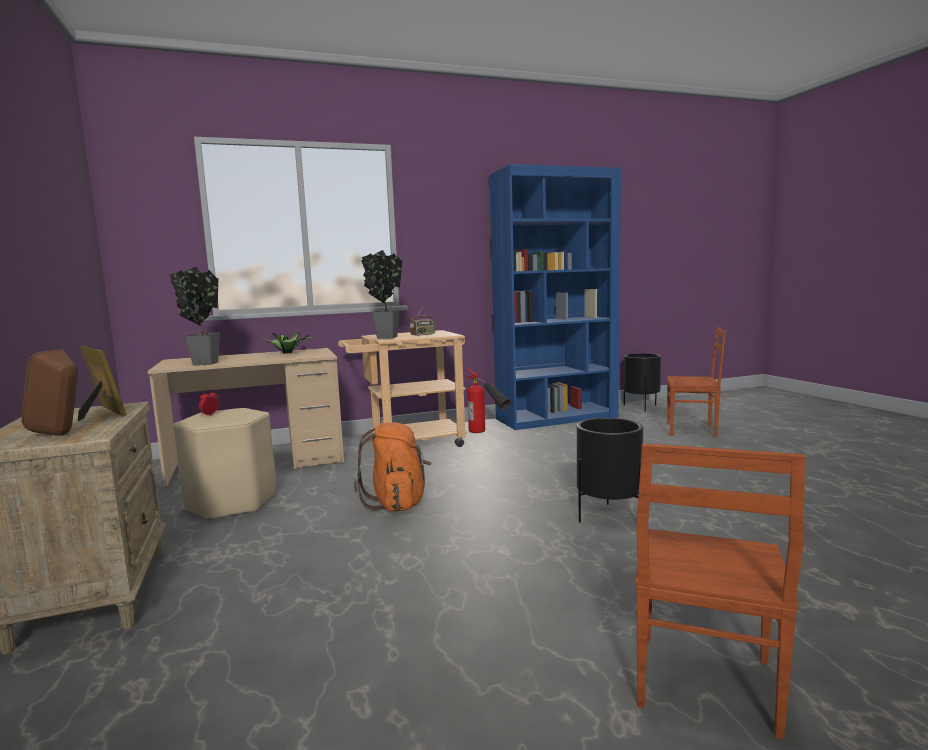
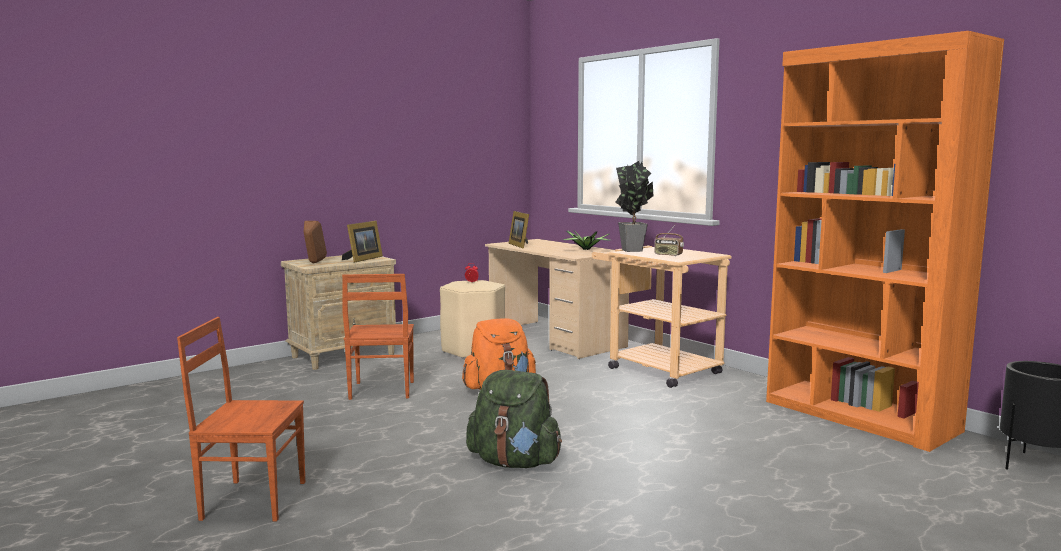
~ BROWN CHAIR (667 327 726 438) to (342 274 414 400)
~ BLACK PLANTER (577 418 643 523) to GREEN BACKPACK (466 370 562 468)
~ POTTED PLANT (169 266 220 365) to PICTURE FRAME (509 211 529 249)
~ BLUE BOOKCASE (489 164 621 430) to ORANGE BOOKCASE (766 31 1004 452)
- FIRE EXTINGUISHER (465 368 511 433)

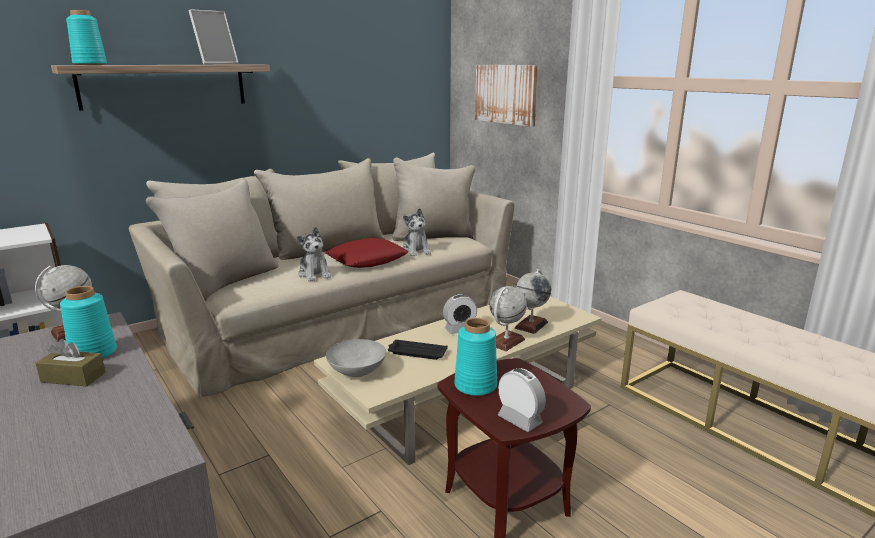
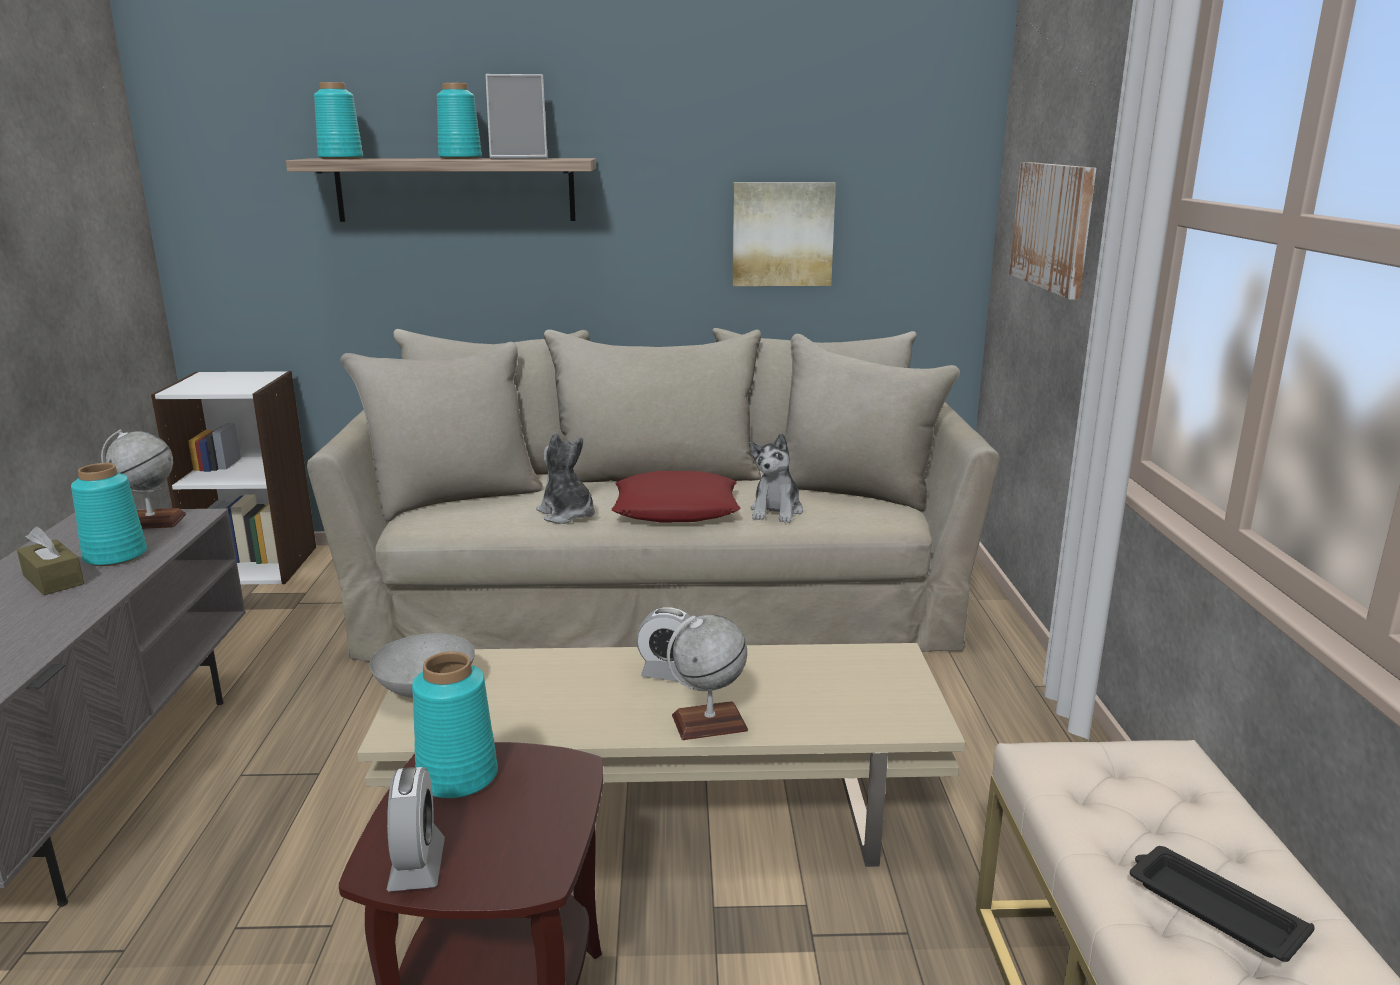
+ TURQUOISE VASE (437 83 482 159)
~ PLUSH TOY (297 227 331 282) = (536 432 595 524) 135 degrees clockwise
+ PICTURE (732 182 836 286)
~ BLACK TRAY (388 340 448 360) to (1130 846 1315 962)
- GLOBE (515 269 551 334)

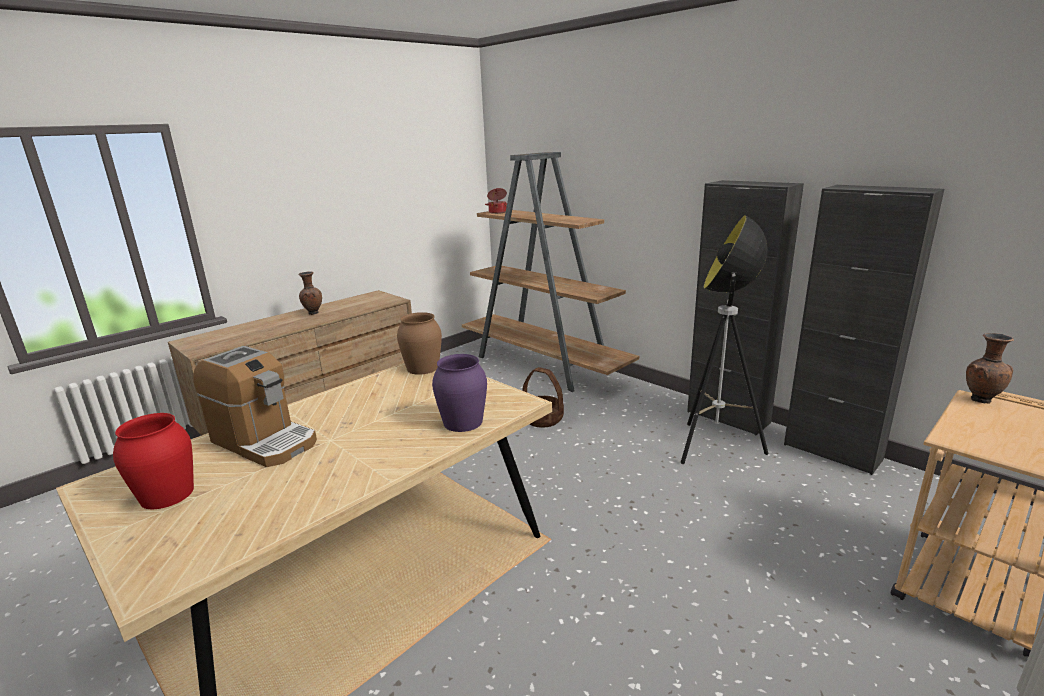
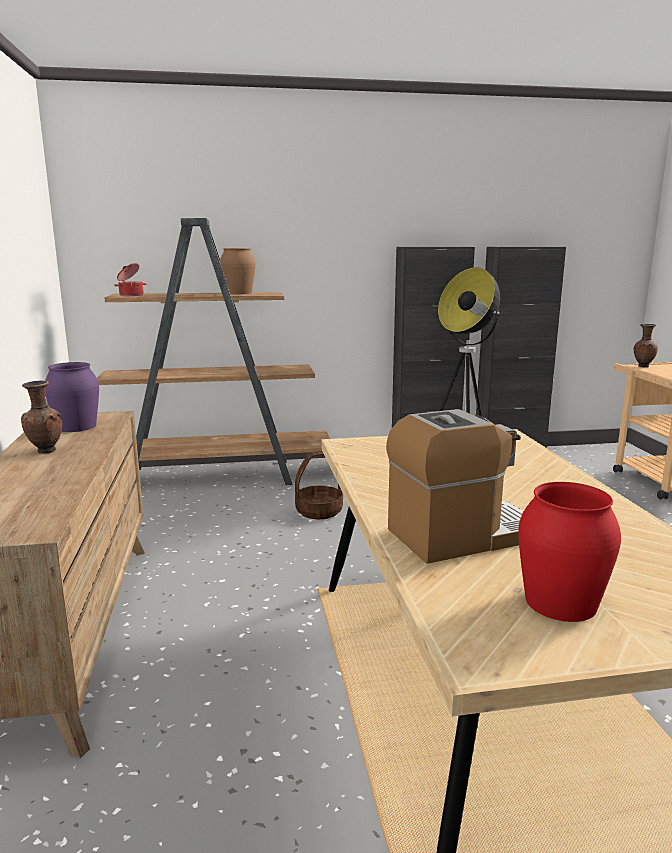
~ PURPLE VASE (432 354 487 432) to (45 362 99 432)
~ BROWN VASE (397 312 442 375) to (220 248 256 294)

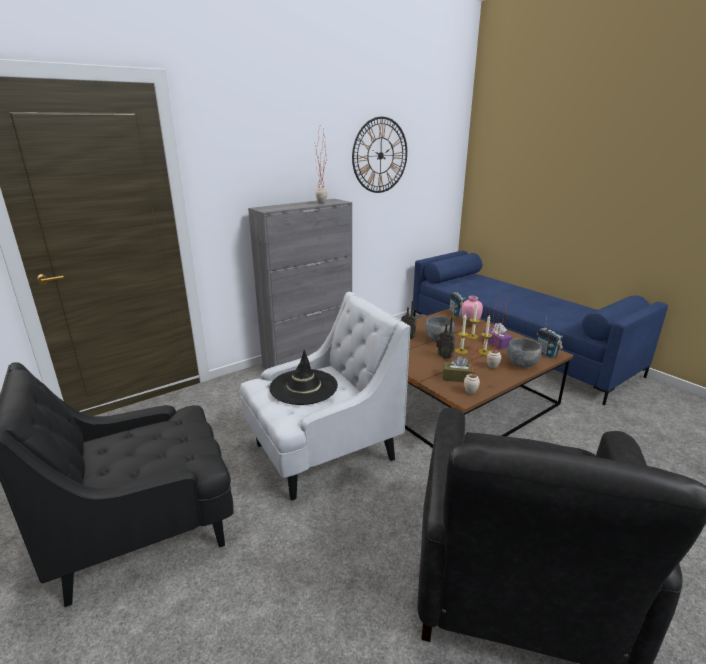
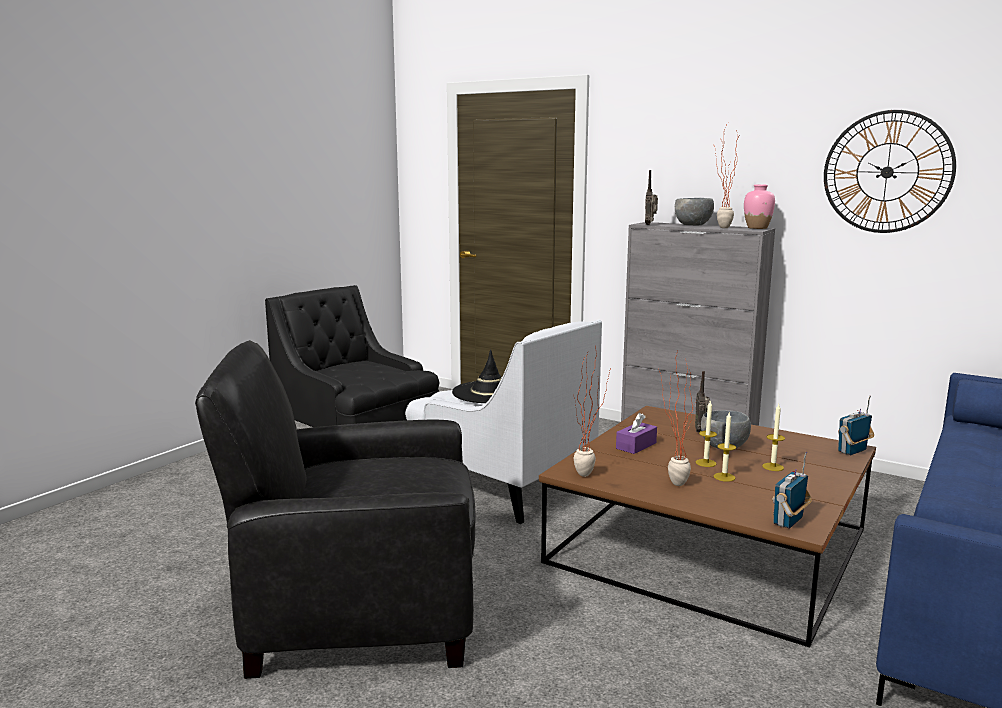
~ PURPLE TISSUE BOX (483 323 512 350) to (616 413 657 454)
~ RADIO (436 317 455 359) to (645 170 658 225)
~ GREY BOWL (507 338 542 368) to (675 198 714 225)
~ PINK VASE (461 296 483 327) to (744 184 775 229)
- BROWN TISSUE BOX (443 356 475 382)

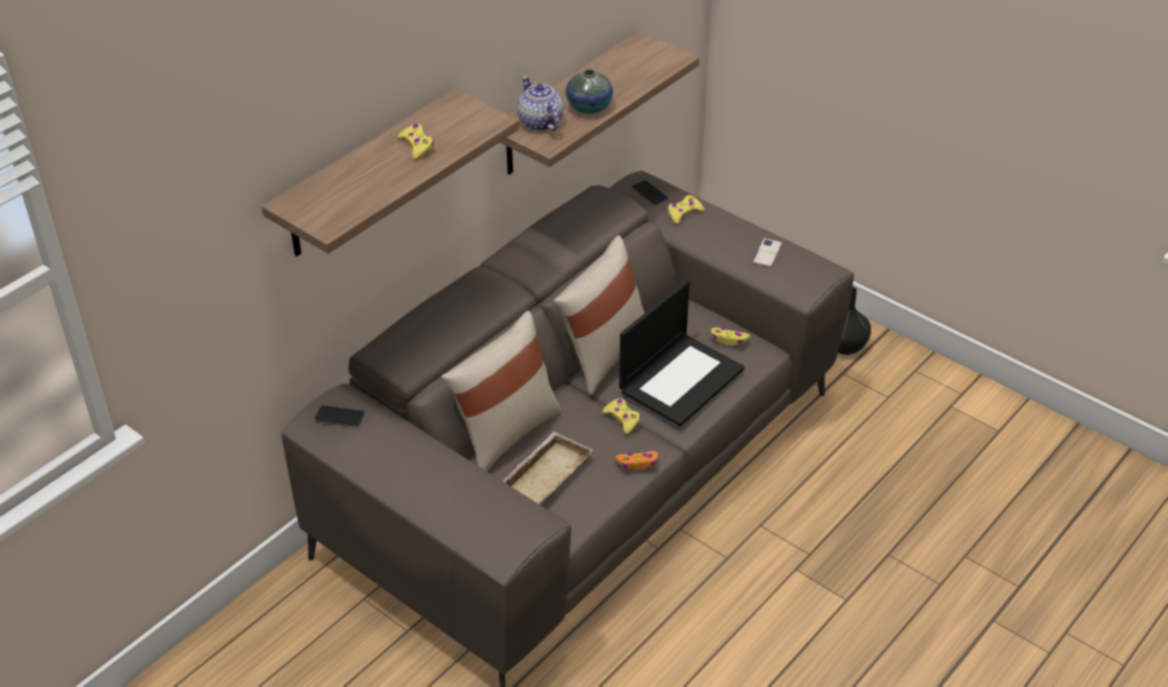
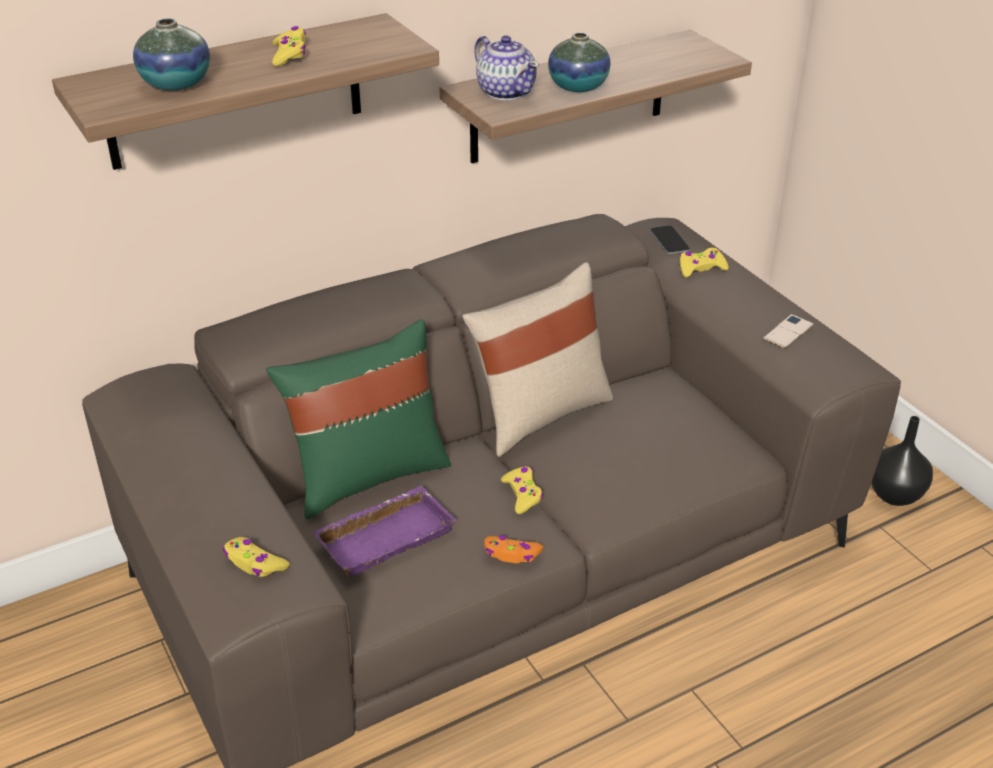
+ VASE (133 18 210 91)
~ YELLOW GAME CONTROLLER (711 327 750 345) to (223 537 290 577)
~ BEIGE PILLOW (441 311 561 471) to GREEN PILLOW (266 319 451 519)
~ BEIGE TRAY (503 431 593 506) to PURPLE TRAY (312 486 457 577)
~ TEAPOT (517 76 563 131) = (474 35 539 101) 150 degrees clockwise
- PHONE (315 405 365 427)
- LAPTOP (619 280 745 426)

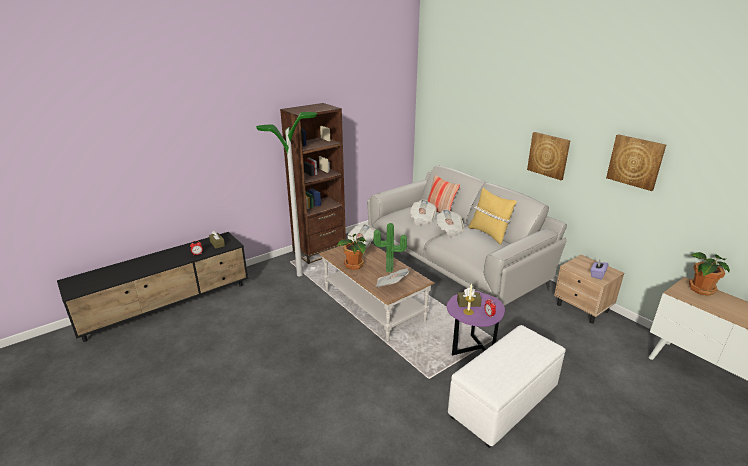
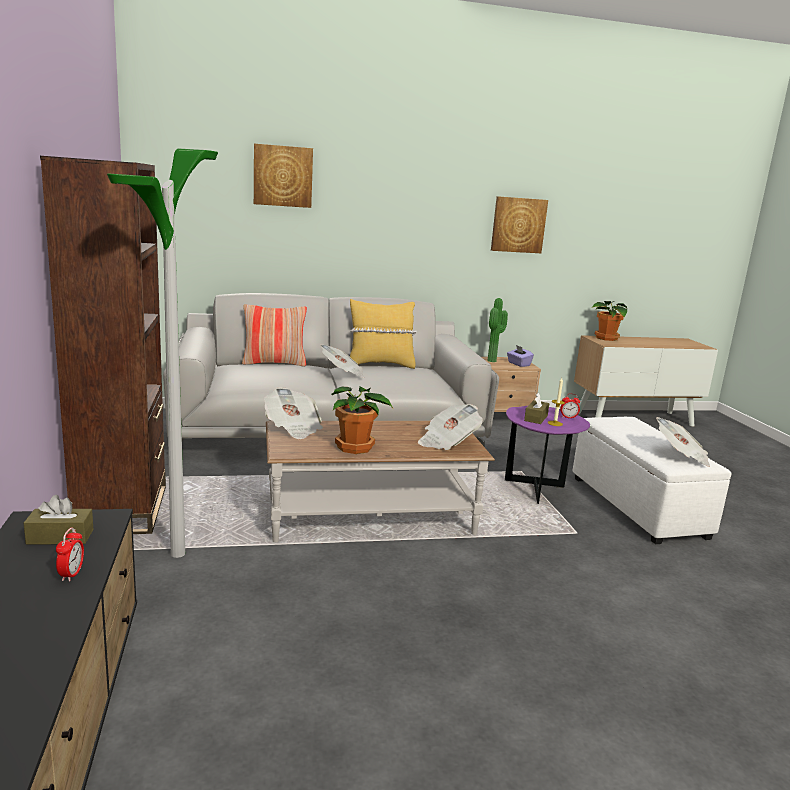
~ PICTURE (527 132 571 180) to (254 144 313 208)
~ POTTED PLANT (374 223 407 273) to (487 298 508 362)
~ NEWSPAPER (410 200 437 225) to (656 417 710 467)

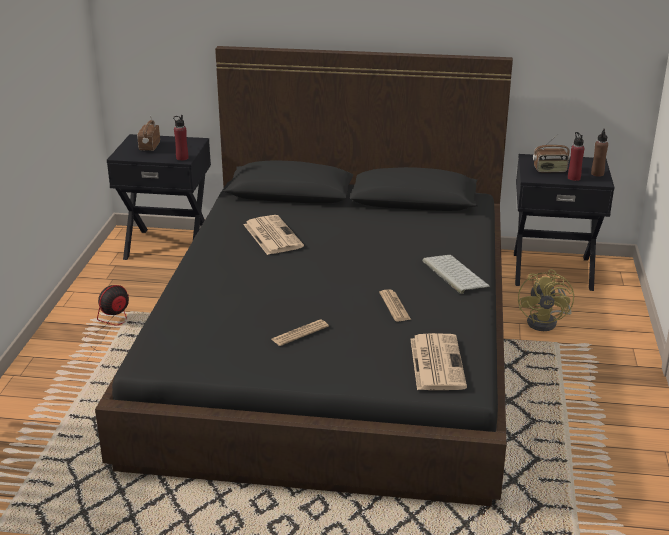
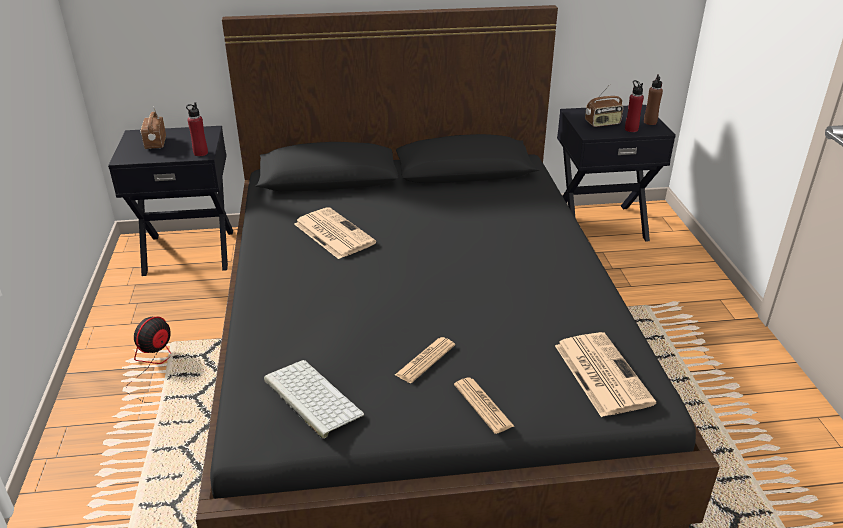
~ KEYBOARD (423 255 490 294) to (264 360 364 439)
~ NEWSPAPER (379 289 411 322) to (454 378 514 434)
- YELLOW FAN (518 269 574 331)

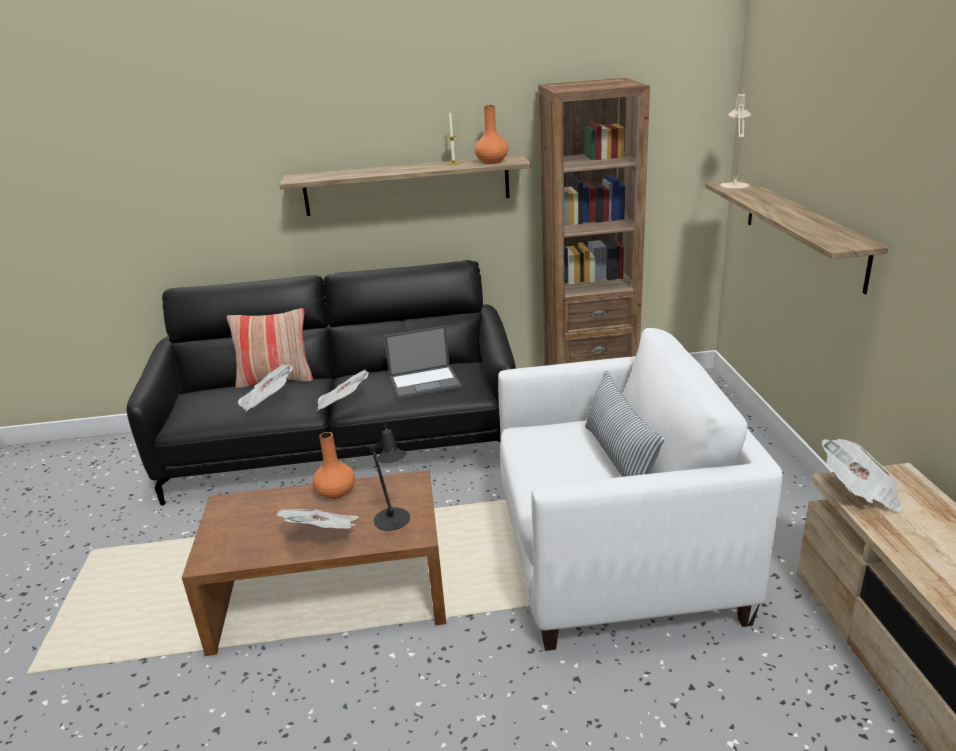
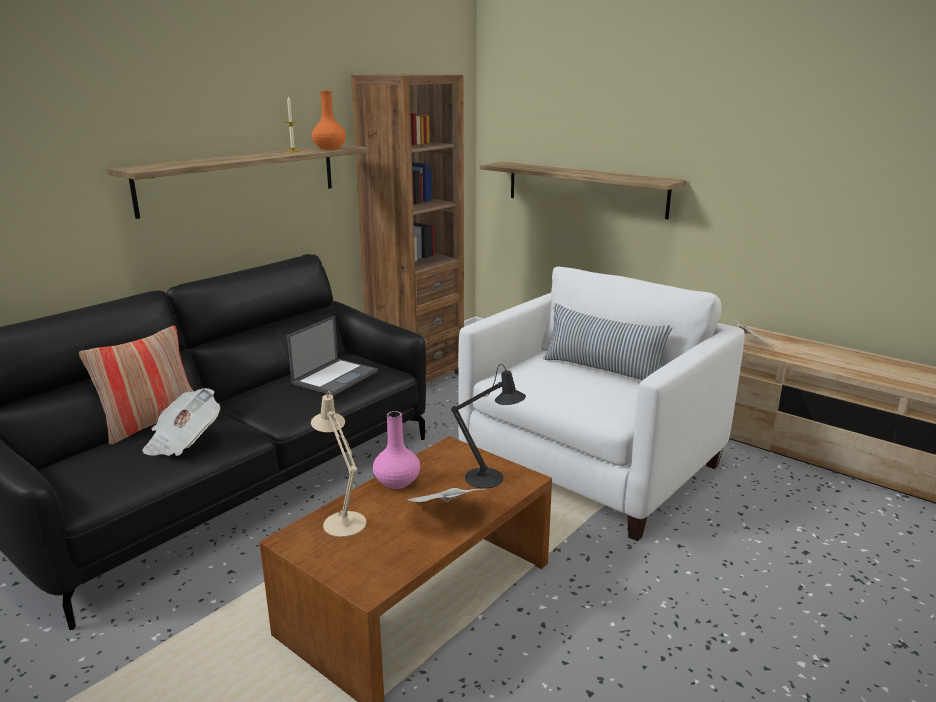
~ BEIGE TABLE LAMP (720 89 751 189) to (311 391 366 537)
~ ORANGE VASE (313 432 355 499) to PINK VASE (373 411 420 489)
- NEWSPAPER (317 369 369 411)

